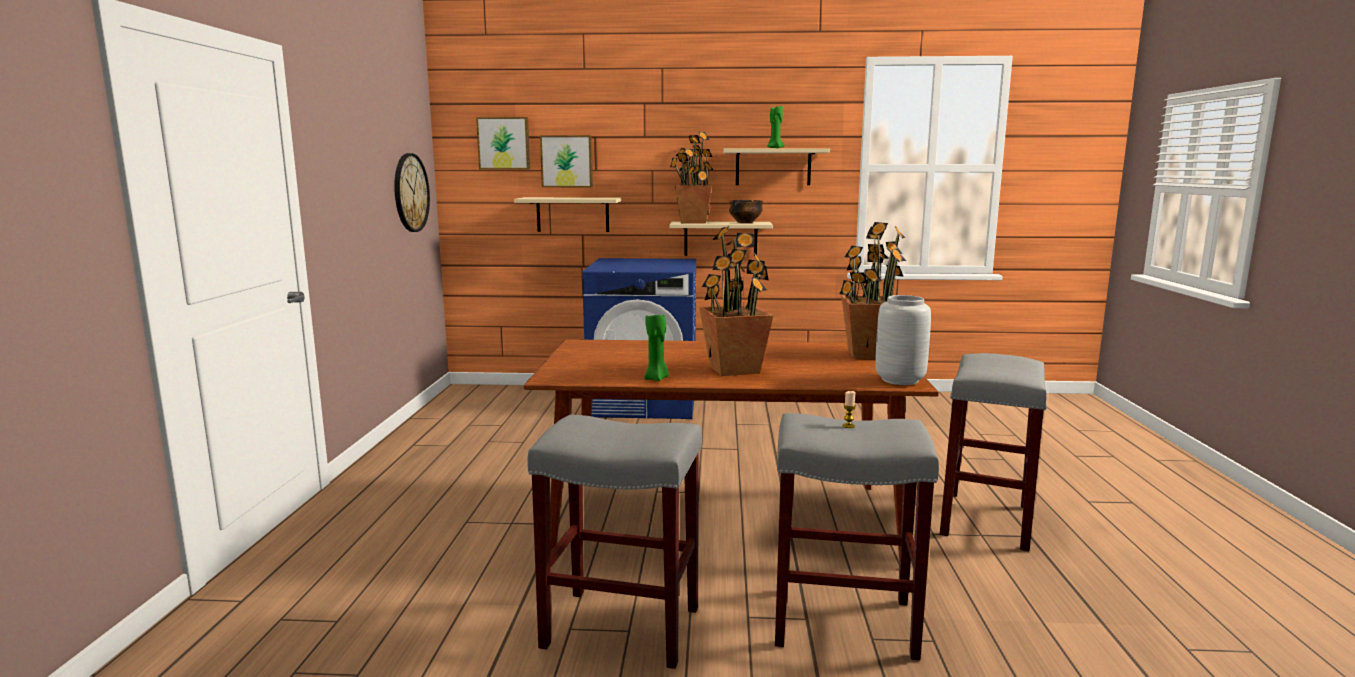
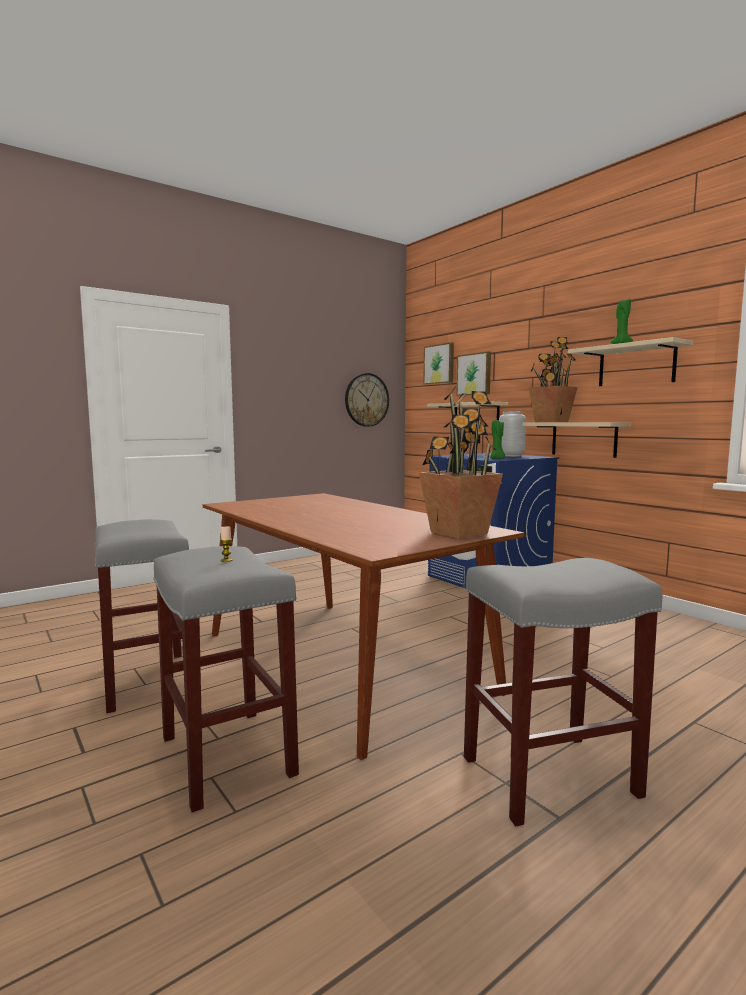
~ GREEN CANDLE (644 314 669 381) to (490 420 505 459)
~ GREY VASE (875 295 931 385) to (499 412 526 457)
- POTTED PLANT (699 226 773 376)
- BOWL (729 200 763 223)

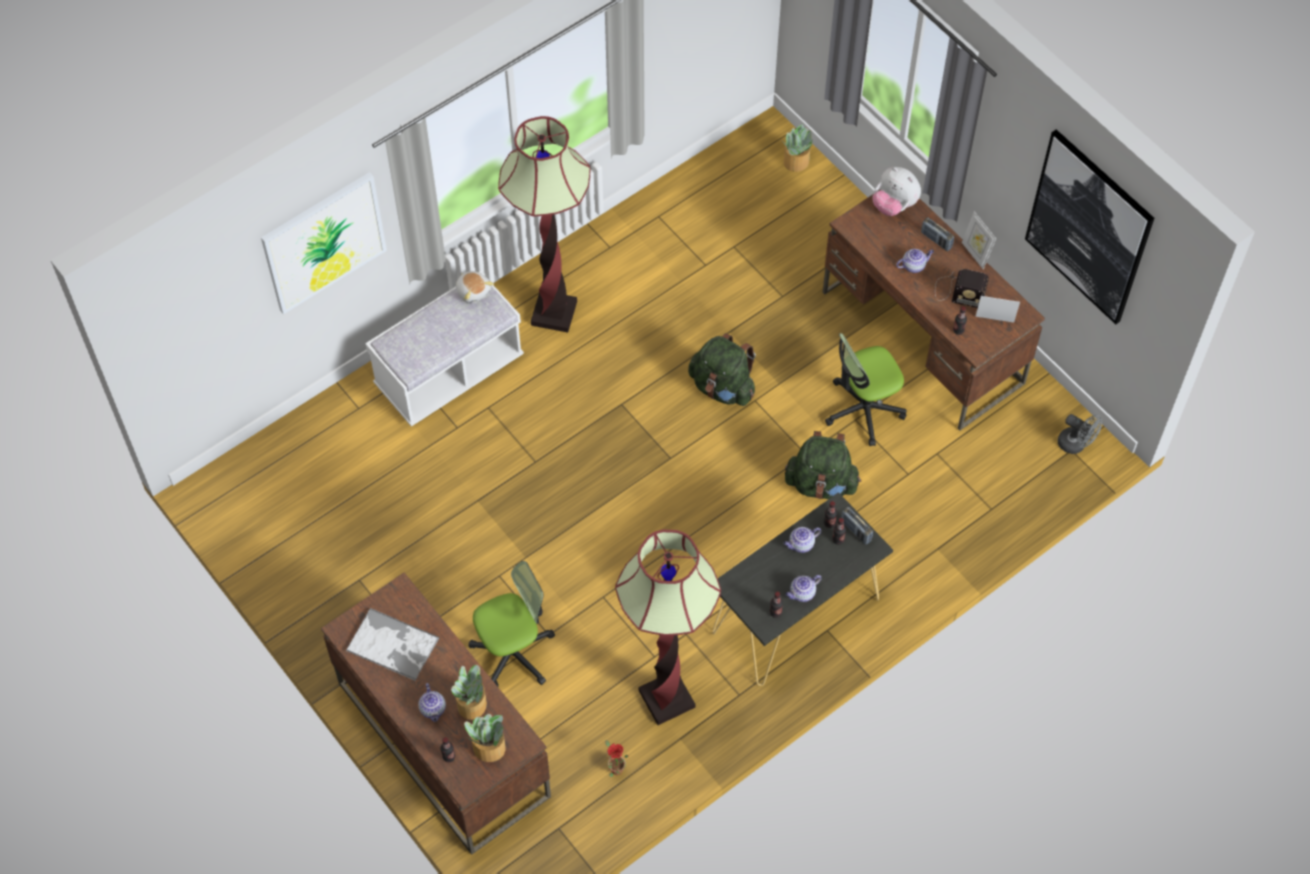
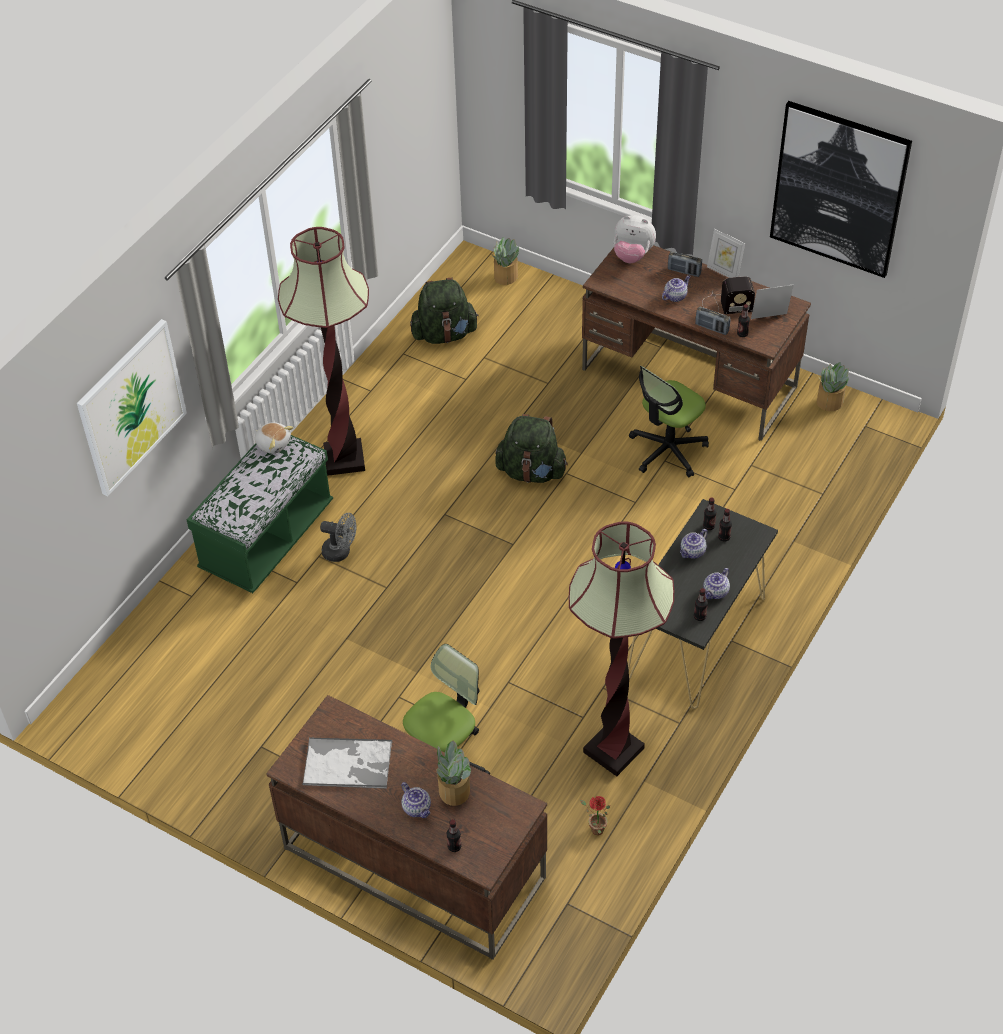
~ WHITE BENCH (365 271 524 427) to GREEN BENCH (186 435 333 593)
~ GREY FAN (1058 414 1102 454) to (320 513 357 562)
~ GREEN BACKPACK (785 431 861 499) to (410 278 479 344)
~ RADIO (841 507 873 545) to (695 307 730 335)
~ POTTED PLANT (464 714 506 762) to (817 362 849 411)

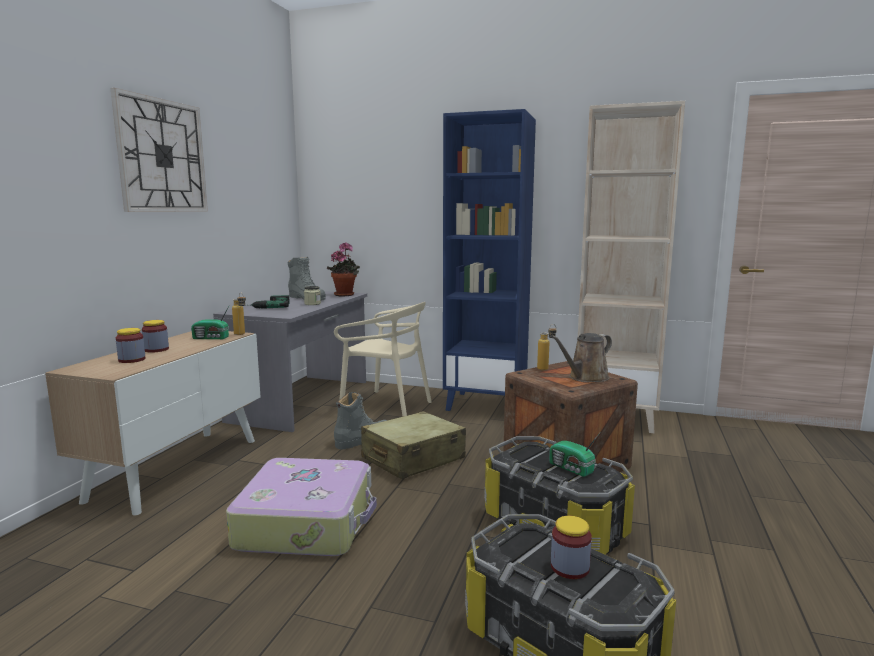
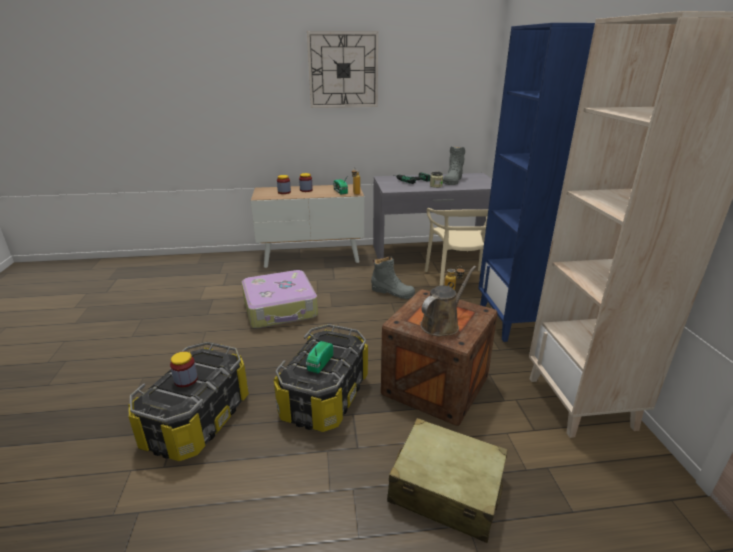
~ BEIGE SUITCASE (361 411 466 479) to (387 418 508 543)
~ BROWN WATERING CAN (551 333 612 383) = (420 266 476 336) 105 degrees clockwise
- POTTED PLANT (327 242 360 297)

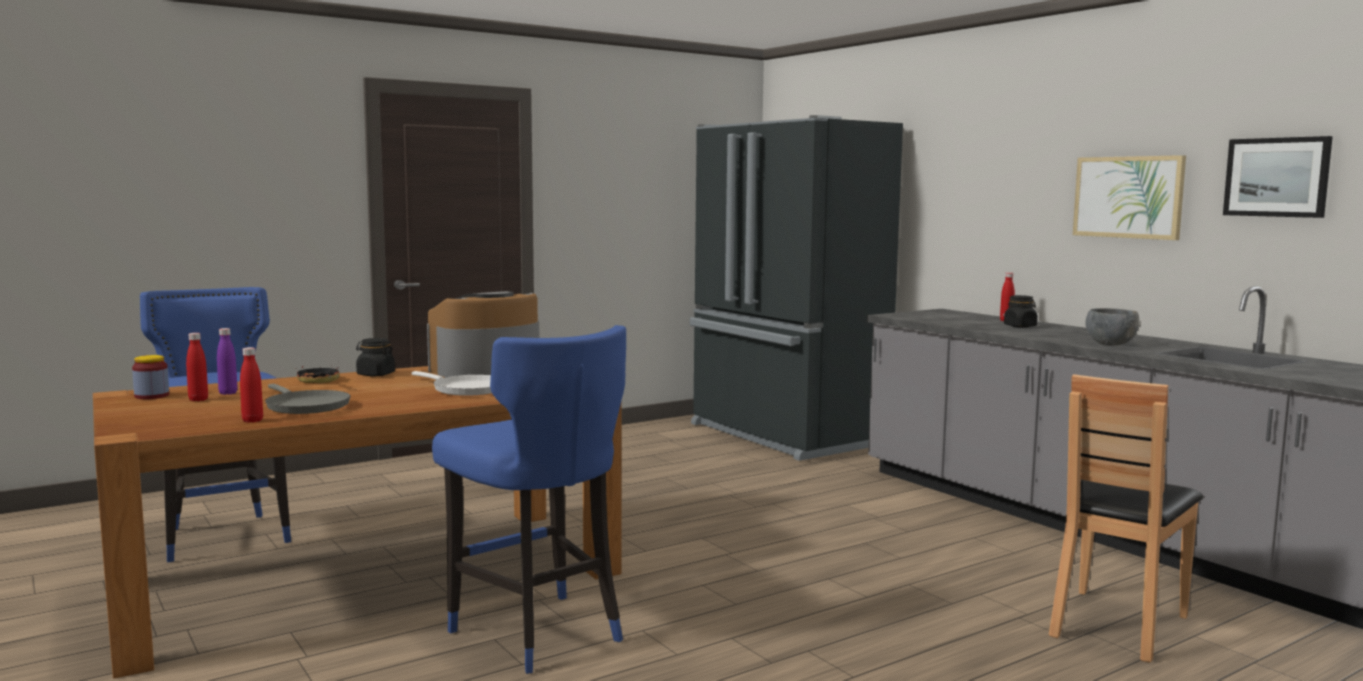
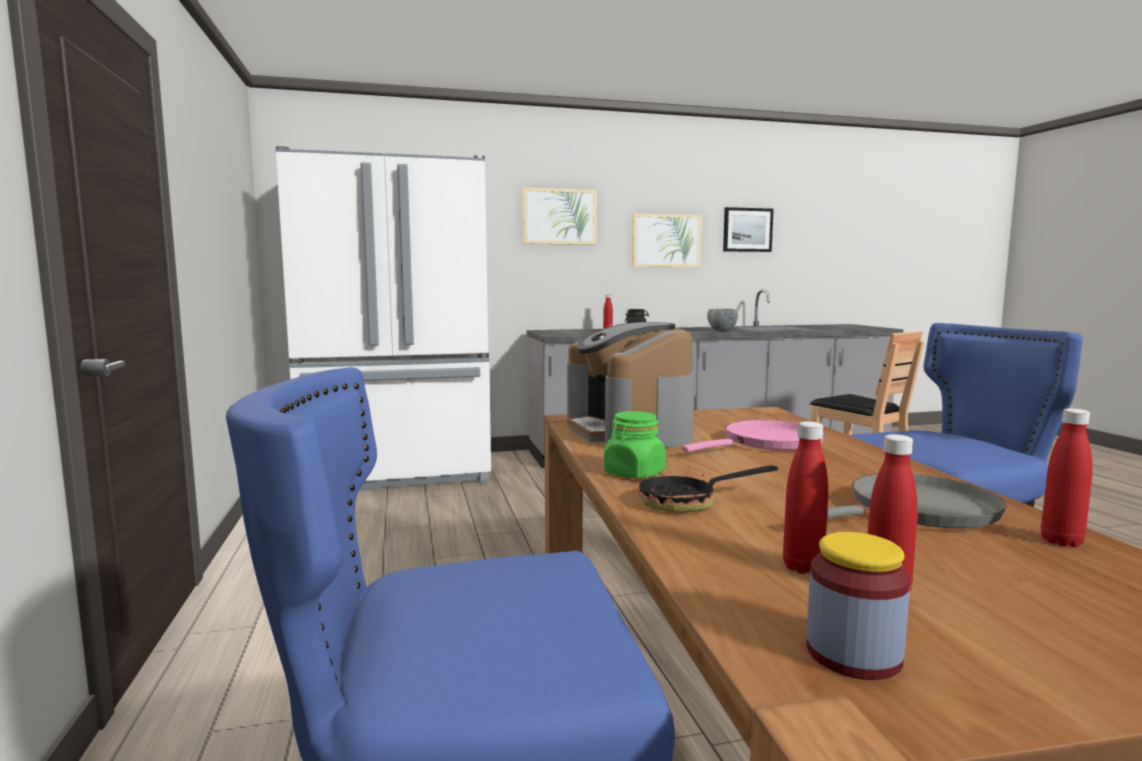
~ BLACK FRIDGE (690 115 903 461) to WHITE FRIDGE (275 146 491 489)
+ PICTURE (522 188 597 245)
~ BLACK JAR (356 338 395 376) to GREEN JAR (604 411 666 478)
~ WHITE FRYING PAN (412 371 492 396) to PINK FRYING PAN (682 420 825 452)
~ PURPLE BOTTLE (217 328 238 395) to RED BOTTLE (783 421 828 574)

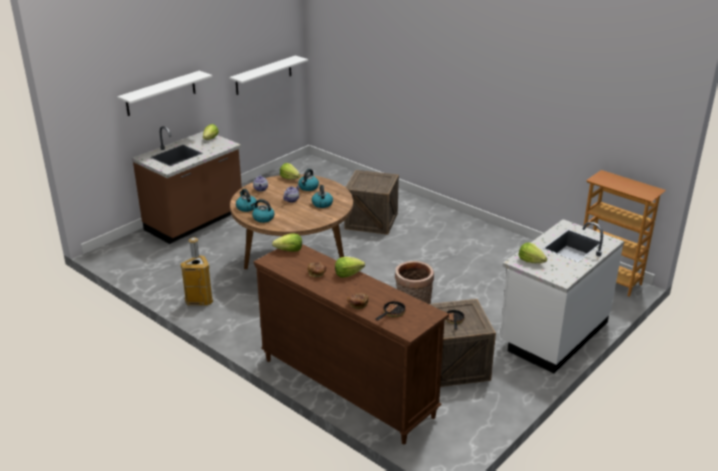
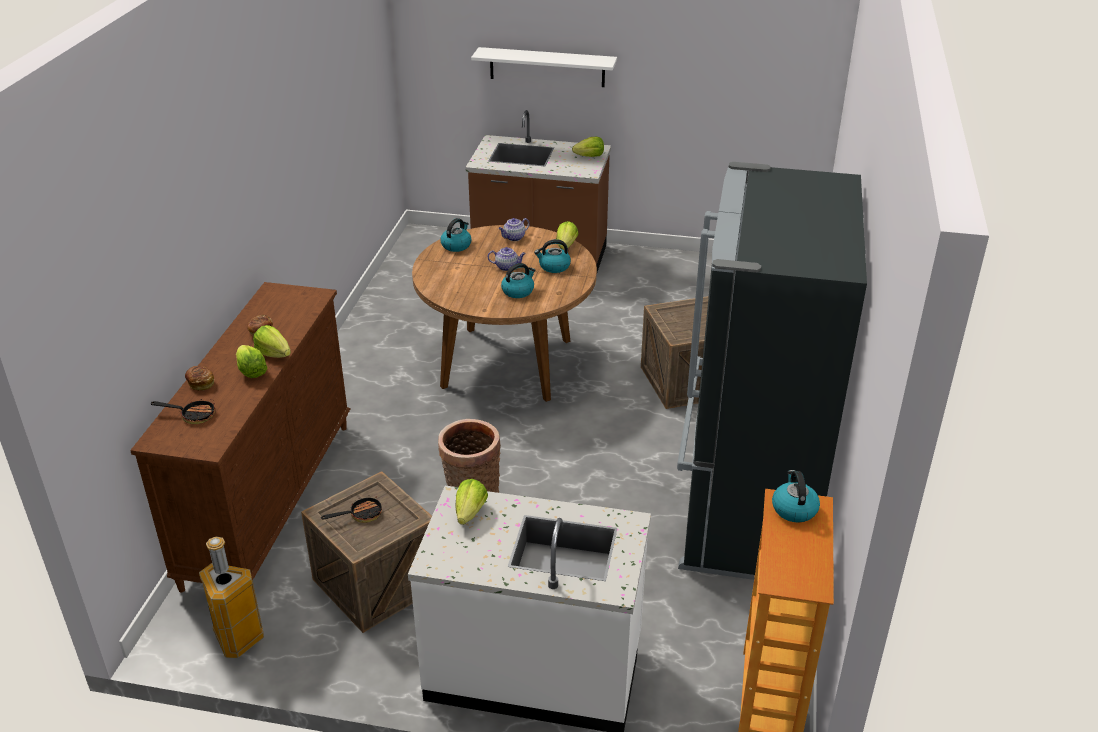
~ TRASH CAN (180 238 213 306) to (199 536 264 658)
~ LETTUCE (272 234 302 251) to (236 345 268 378)
+ BLACK FRIDGE (677 162 867 580)
~ KETTLE (251 199 274 223) to (772 470 820 522)
- WHITE SHELF (229 55 308 95)

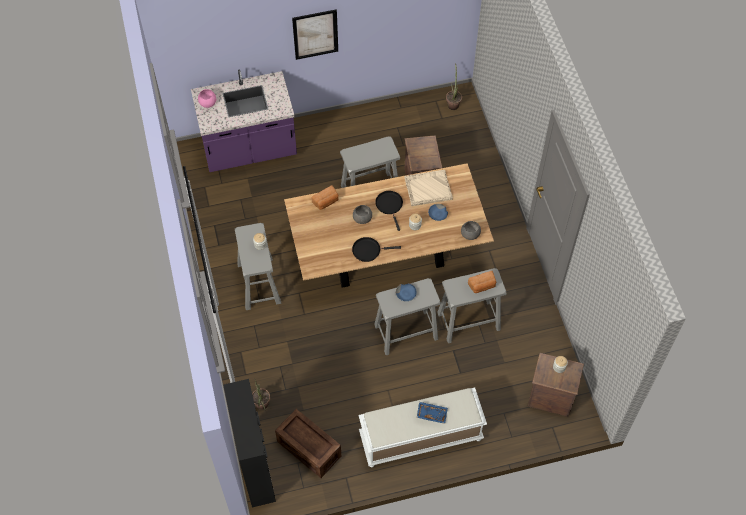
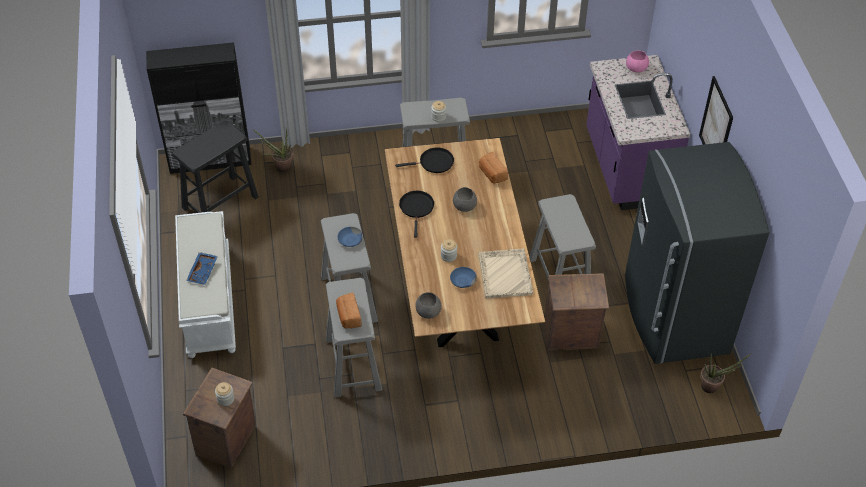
~ CRATE (275 409 341 478) to BLACK STOOL (172 121 259 213)
~ BLACK FRYING PAN (375 191 403 231) to (395 147 454 173)
+ GREY FRIDGE (625 142 769 364)

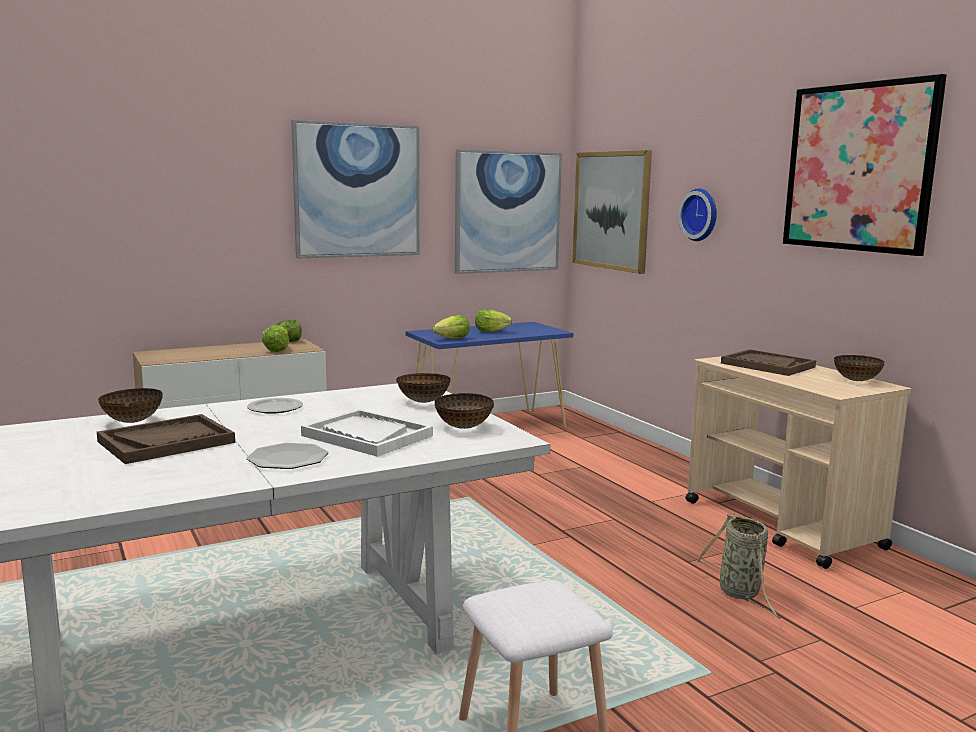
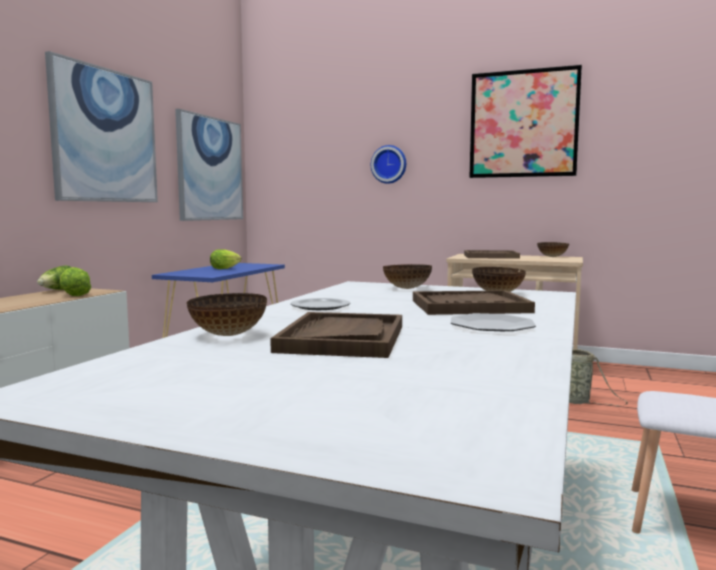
~ WHITE TRAY (301 409 433 457) to BROWN TRAY (413 290 535 315)
- LETTUCE (432 315 470 339)
- PICTURE (572 150 652 274)

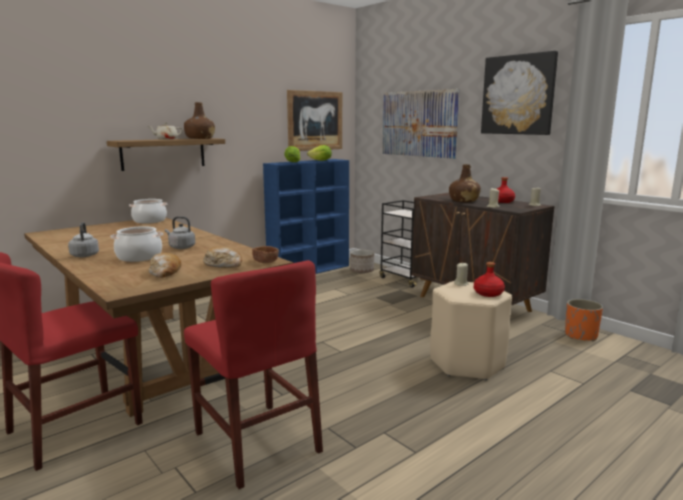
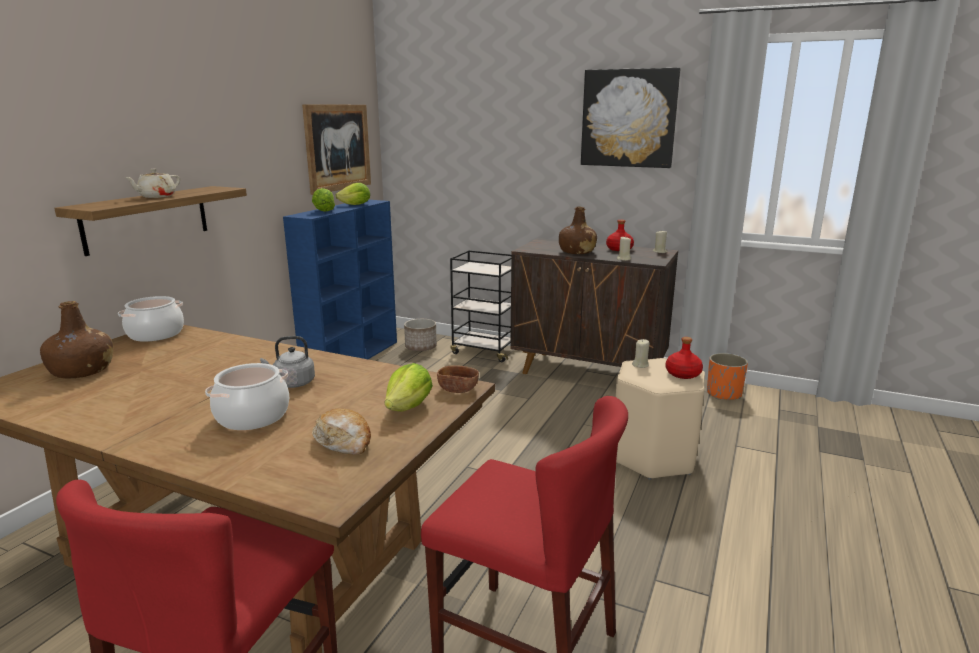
~ BROWN BOTTLE (184 102 215 139) to (40 301 113 378)
~ BREAD (203 247 242 268) to LETTUCE (385 363 433 411)
- GREY KETTLE (68 222 99 257)
- PICTURE (382 89 460 159)

